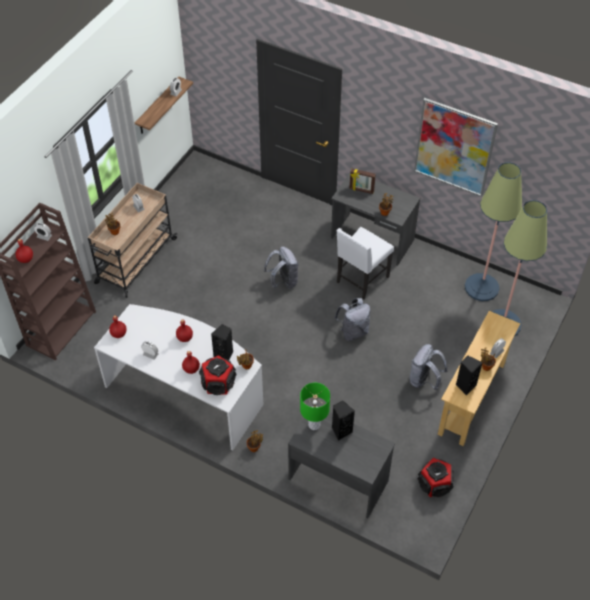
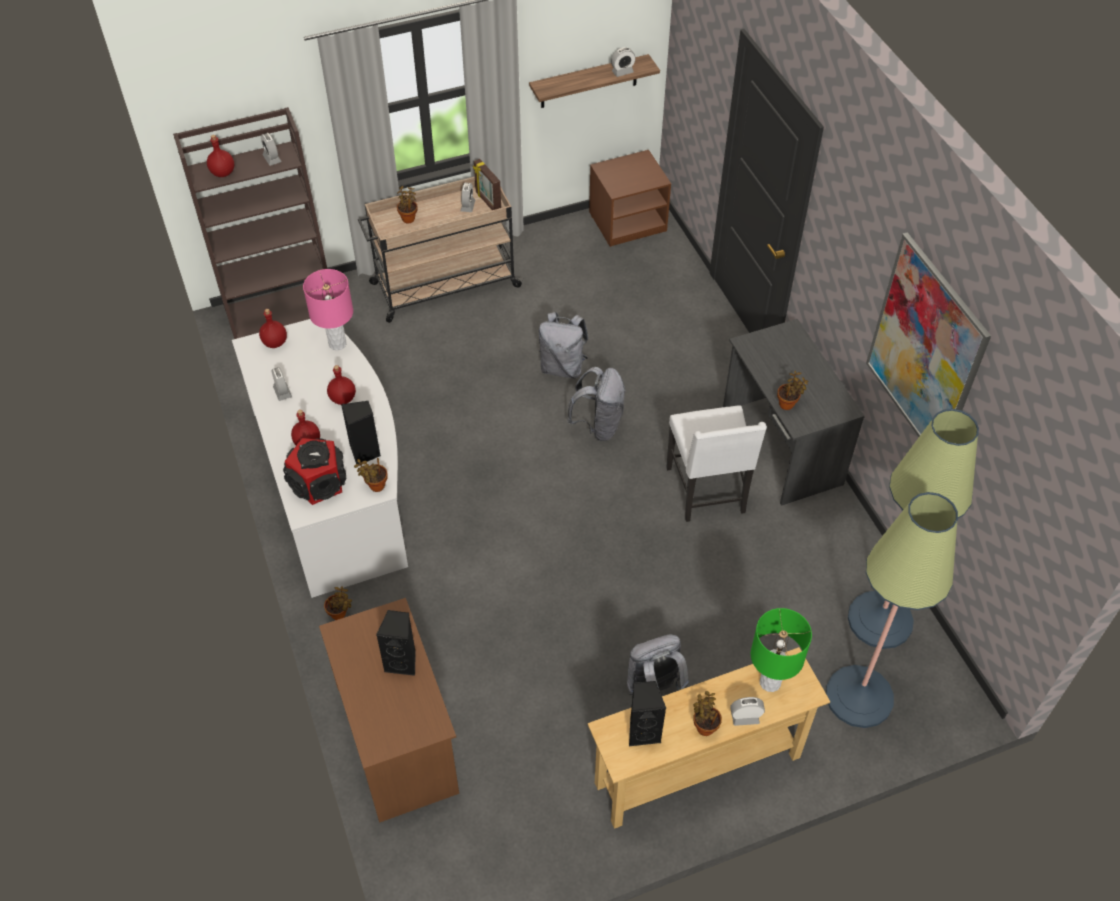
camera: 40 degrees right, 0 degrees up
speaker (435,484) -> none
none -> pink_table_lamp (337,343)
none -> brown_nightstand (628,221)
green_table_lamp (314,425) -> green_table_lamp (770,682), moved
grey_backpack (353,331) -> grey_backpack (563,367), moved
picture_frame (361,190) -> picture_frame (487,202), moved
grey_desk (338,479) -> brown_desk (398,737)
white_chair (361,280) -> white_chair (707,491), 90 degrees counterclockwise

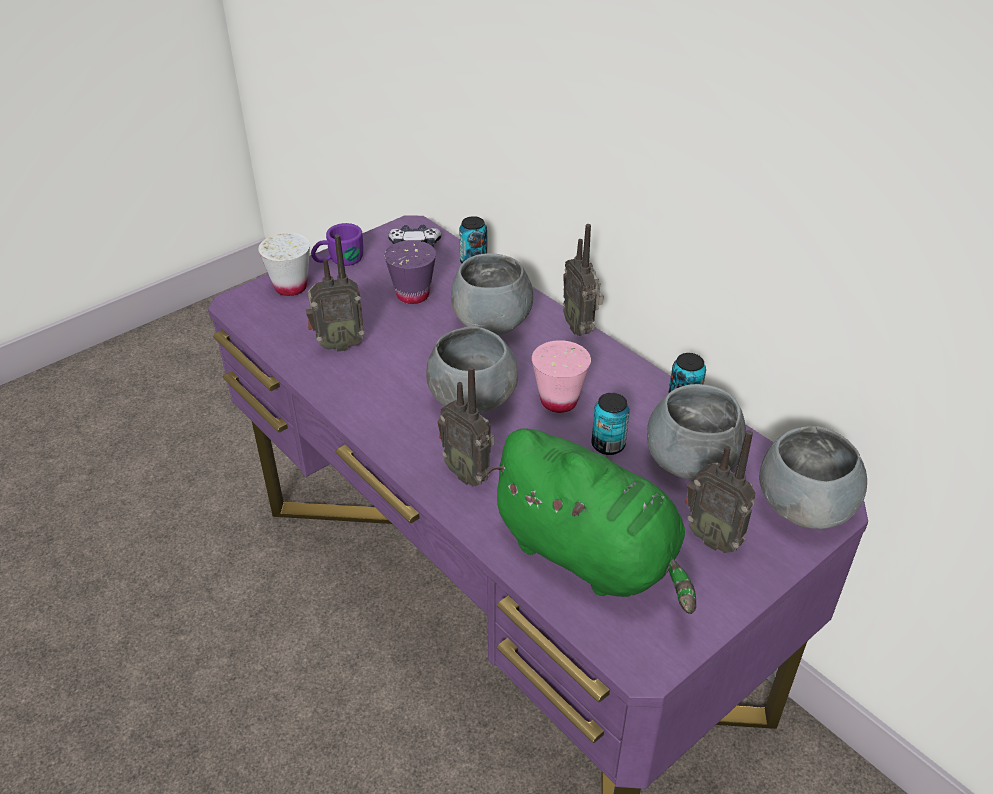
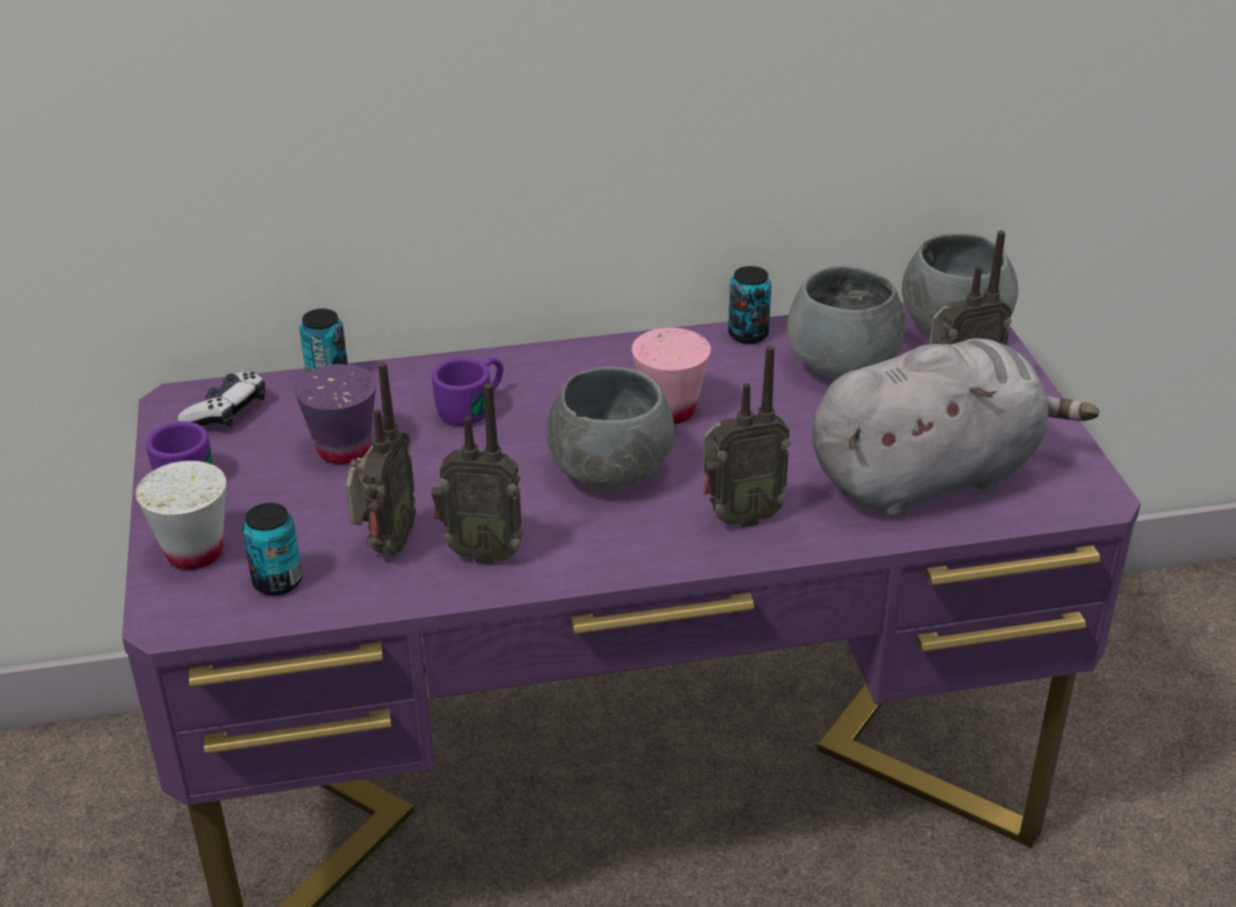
camera: 60 degrees left, 5 degrees down
radio (580,327) -> radio (482,552), moved
can (608,445) -> can (277,582), moved
grey_bowl (492,322) -> purple_mug (474,407)
green_plush_toy (591,555) -> grey_plush_toy (931,477)

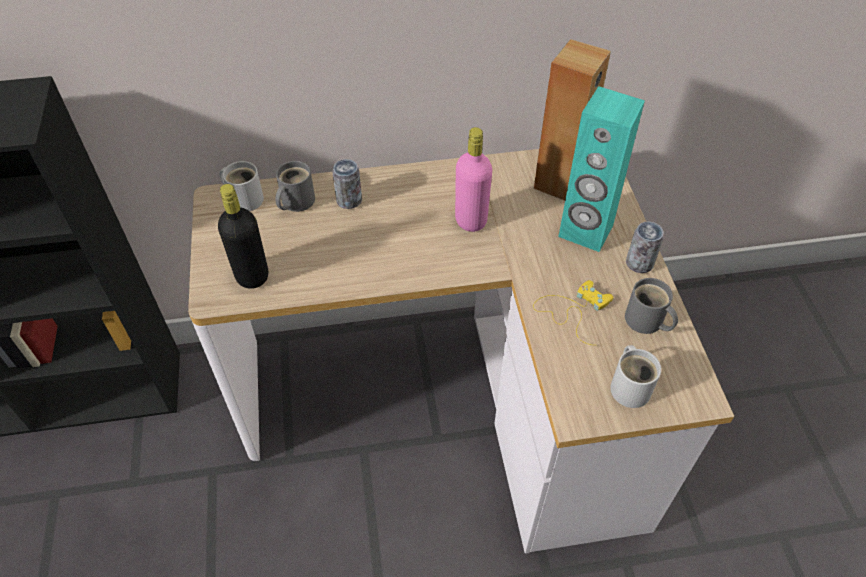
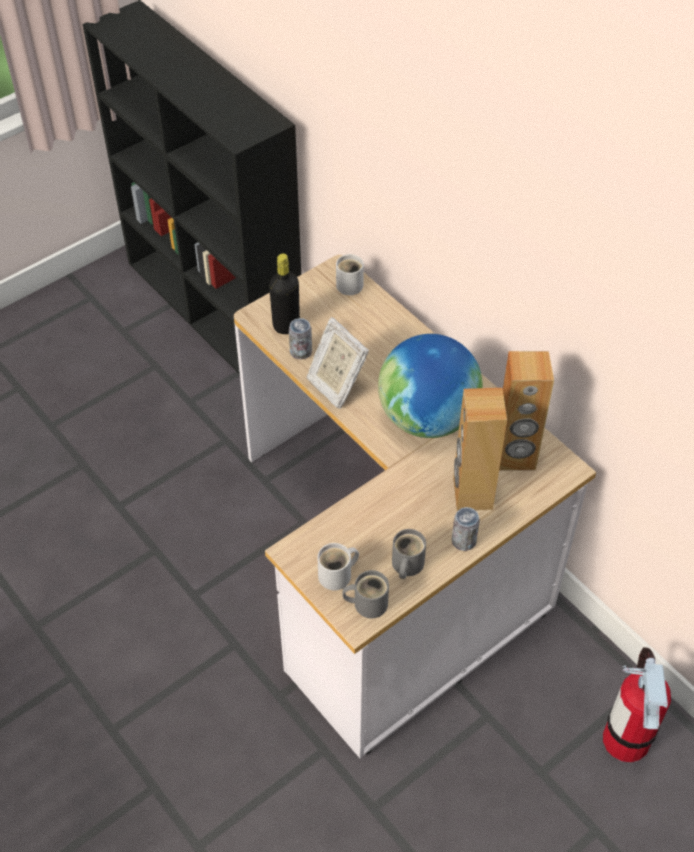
camera: 60 degrees right, 0 degrees up
yellow_game_controller (572,310) -> none
none -> picture_frame (335,385)
none -> fire_extinguisher (625,739)
grey_mug (295,201) -> grey_mug (367,602), moved
can (349,200) -> can (301,352), moved
pink_bottle (471,220) -> globe (428,418)
turquoise_speaker (585,231) -> brown_speaker (471,494)

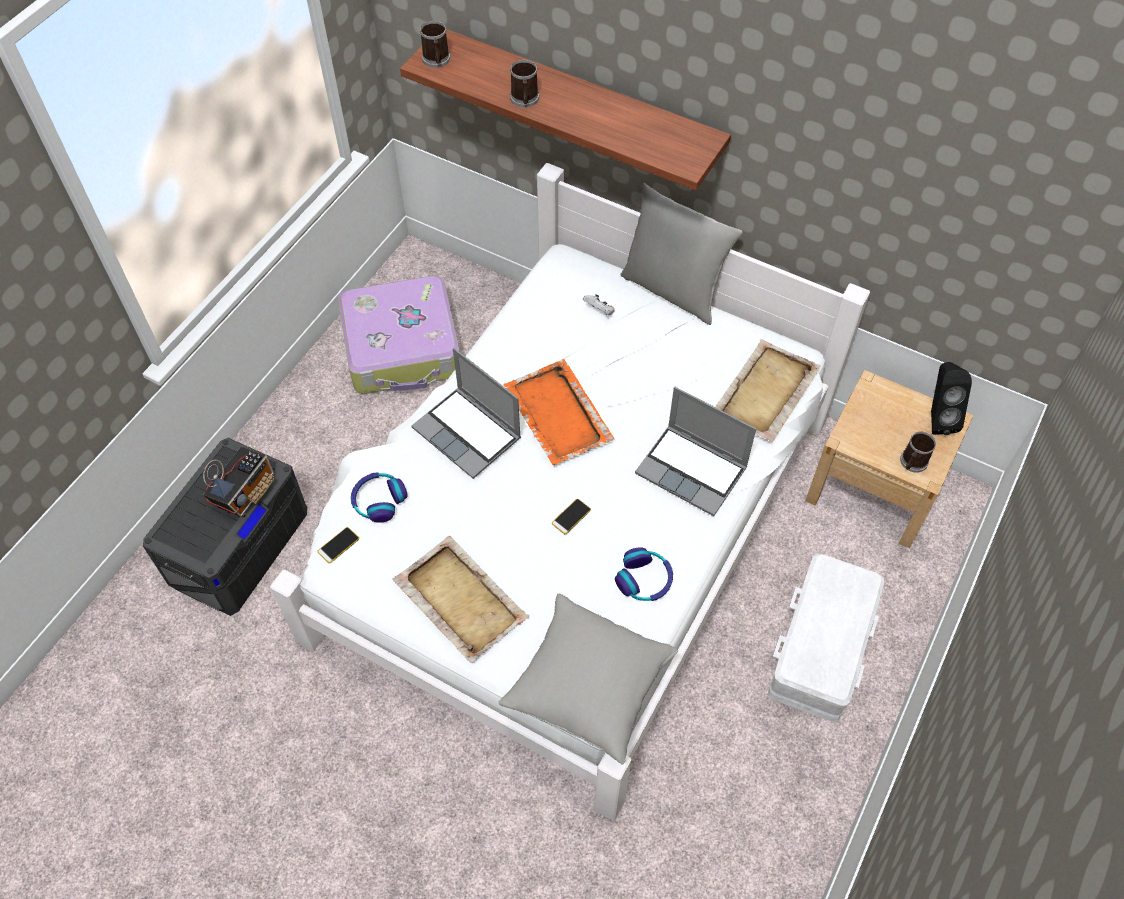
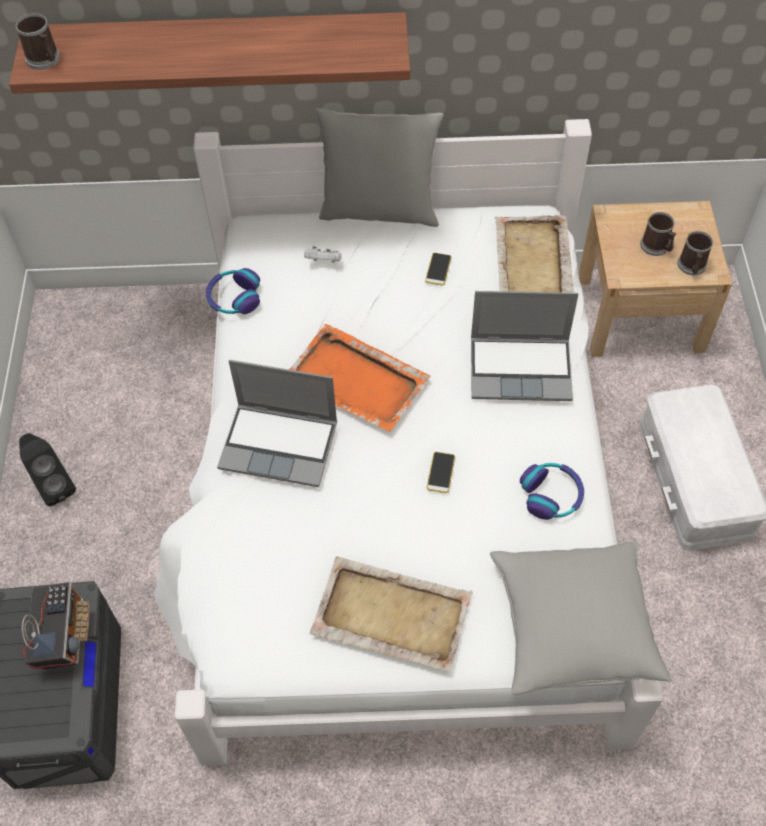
camera: 30 degrees left, 0 degrees up
suitcase (403,348) -> none
phone (338,545) -> phone (438,269), moved
headphones (379,500) -> headphones (234,298), moved
mug (524,100) -> mug (657,247), moved
black_speaker (937,418) -> black_speaker (53,486), moved

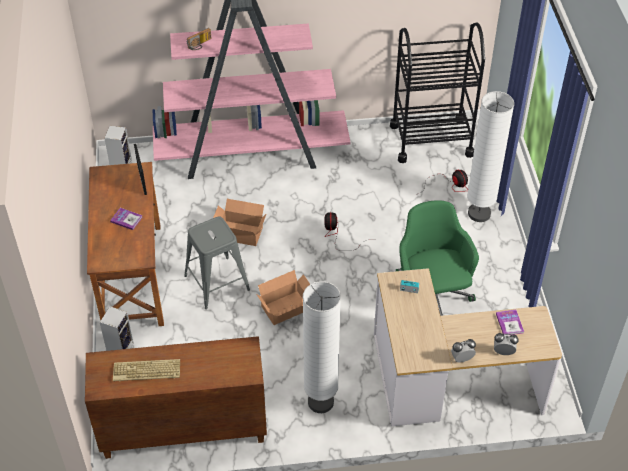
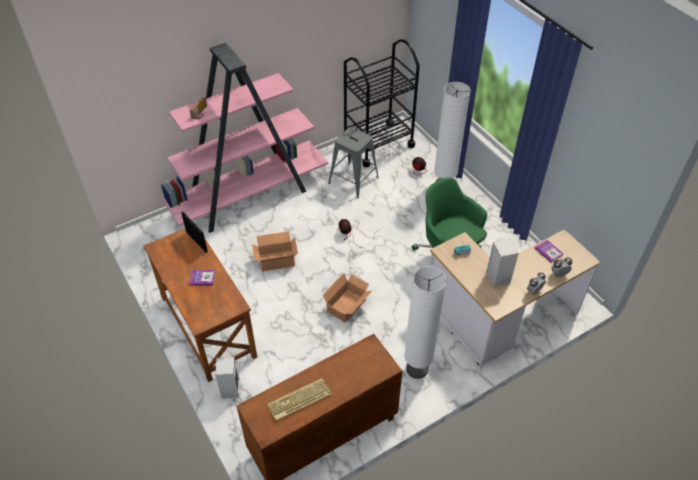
camera: 25 degrees left, 0 degrees up
speaker (121,164) -> speaker (497,277), moved
grey_stool (216,282) -> grey_stool (353,180), moved

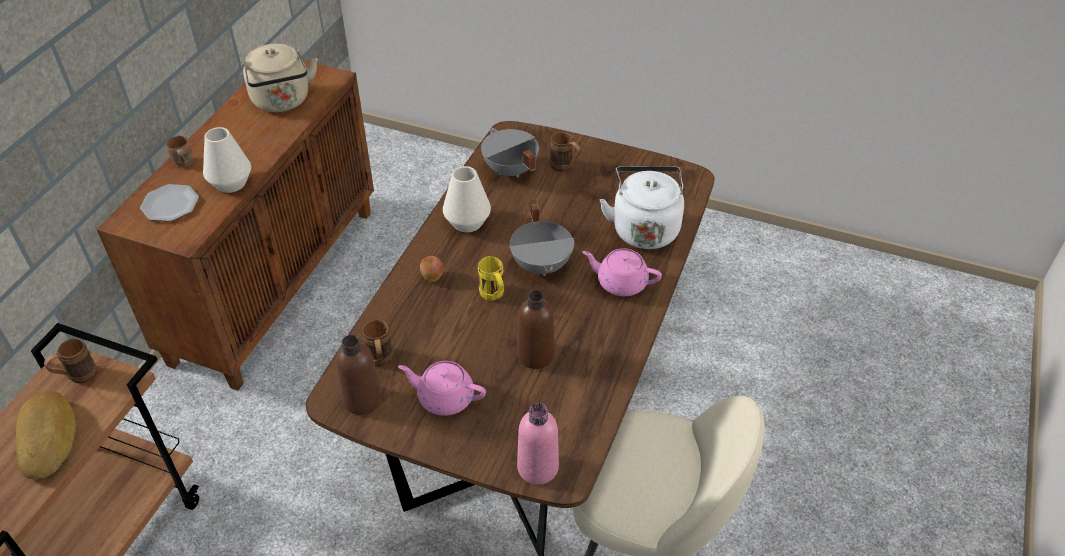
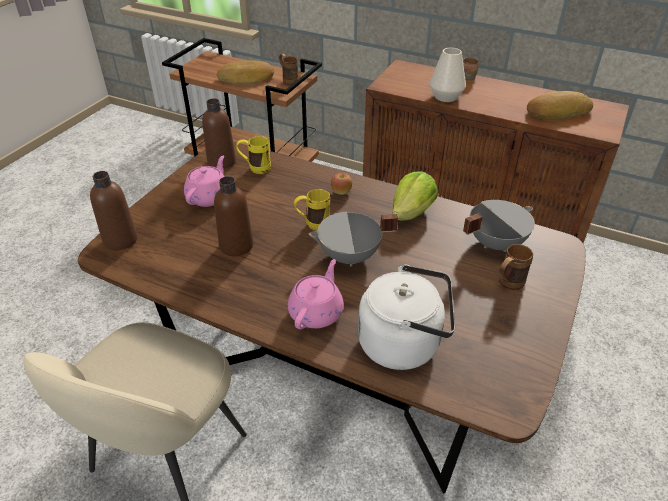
camera: 95 degrees right, 5 degrees down
plate (170,204) -> none
beige_kettle (282,102) -> bread (556,111)
white_vase (467,222) -> lettuce (412,212)
brown_mug (380,361) -> yellow_mug (255,168)
pink_bottle (538,467) -> brown_bottle (120,240)

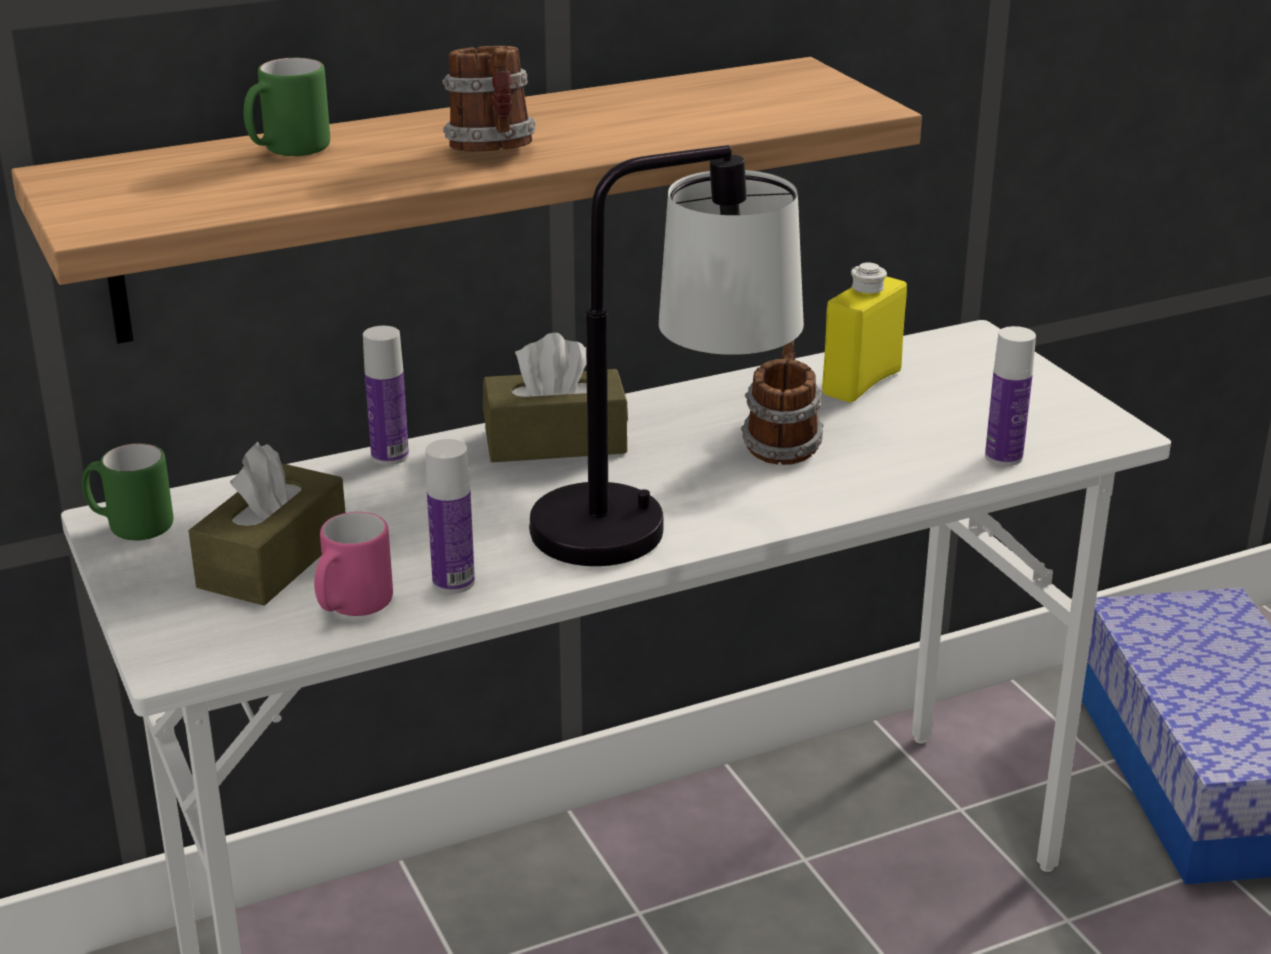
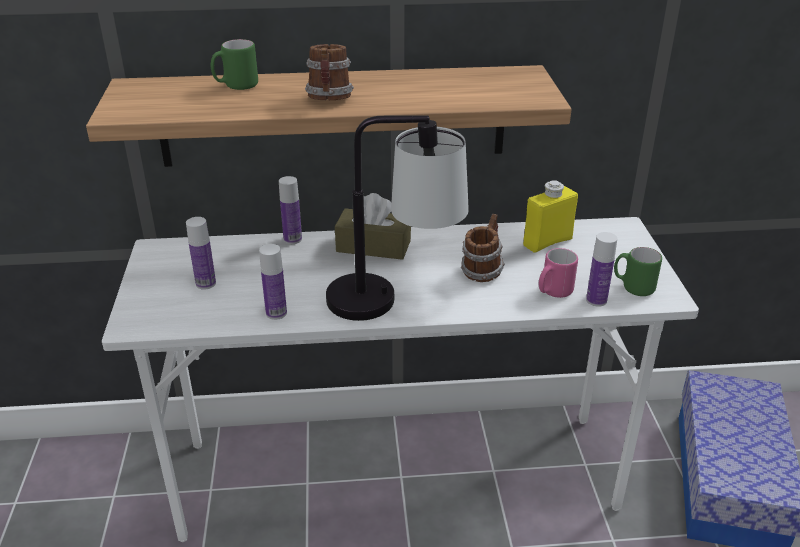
camera: 20 degrees right, 5 degrees up
green_mug (130,527) -> green_mug (633,287), moved
pink_mug (351,607) -> pink_mug (553,292), moved
brown_tissue_box (273,560) -> bottle (206,283)

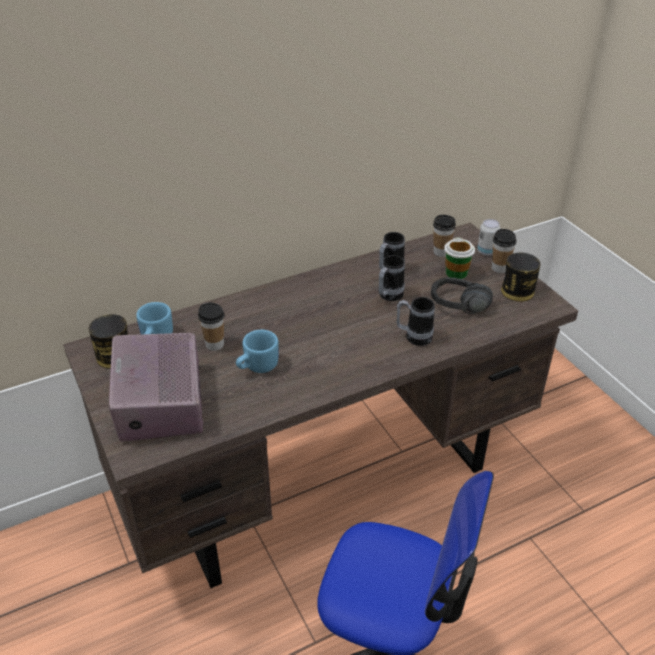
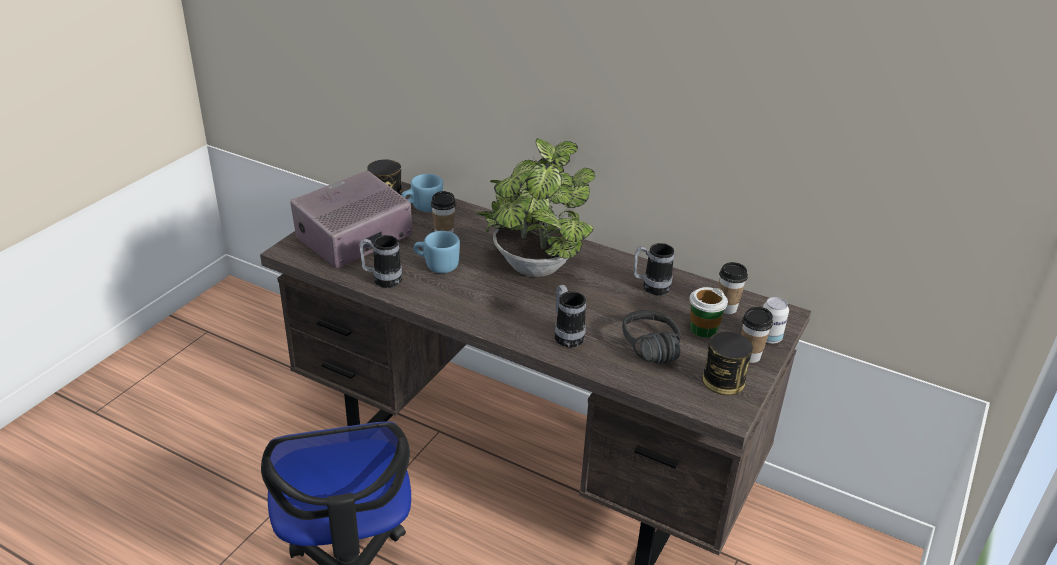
camera: 55 degrees right, 5 degrees down
none -> potted_plant (533,269)
mug (388,297) -> mug (382,280), moved

